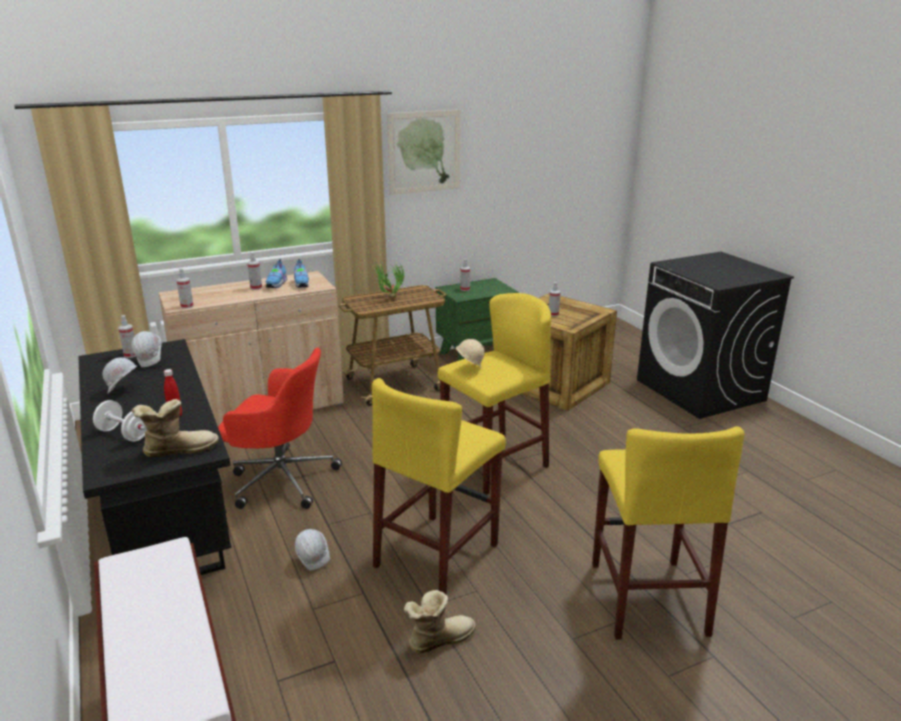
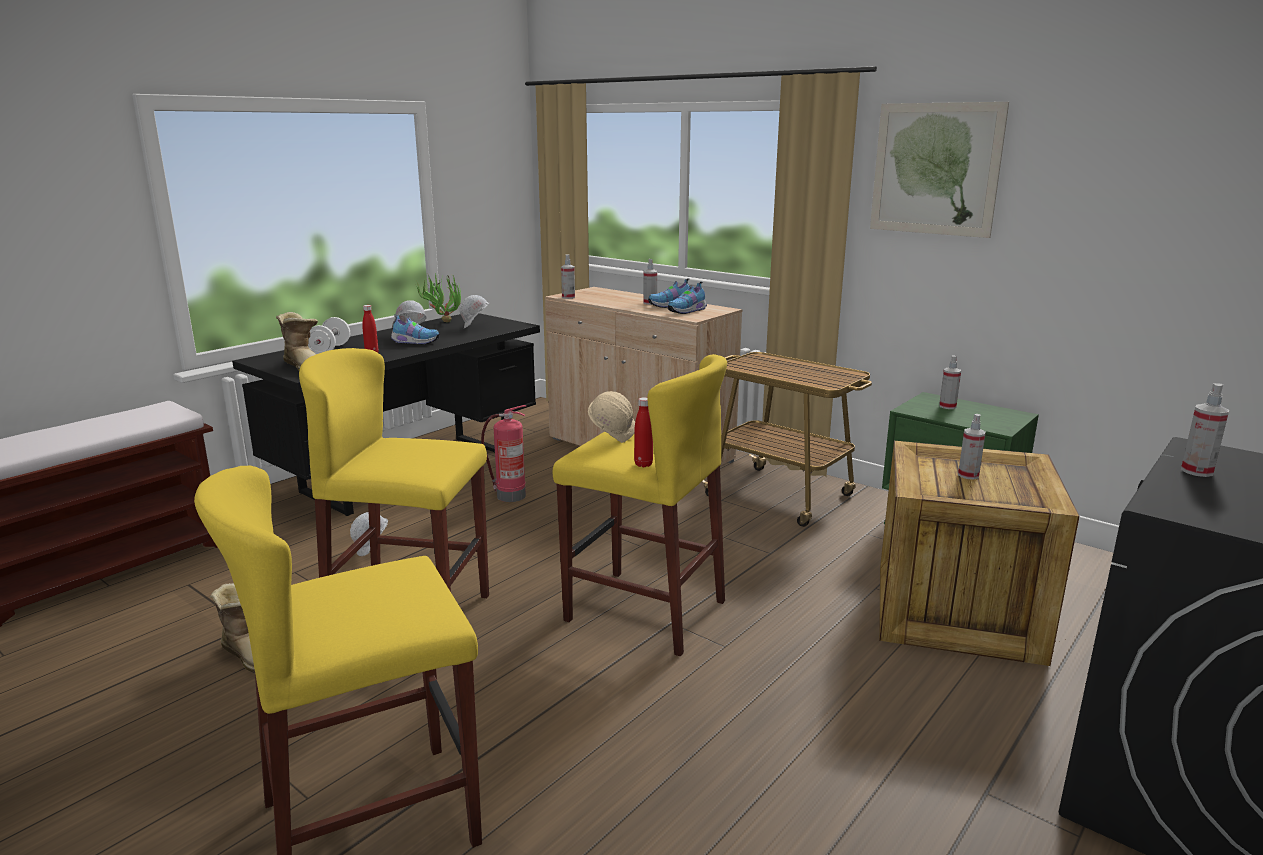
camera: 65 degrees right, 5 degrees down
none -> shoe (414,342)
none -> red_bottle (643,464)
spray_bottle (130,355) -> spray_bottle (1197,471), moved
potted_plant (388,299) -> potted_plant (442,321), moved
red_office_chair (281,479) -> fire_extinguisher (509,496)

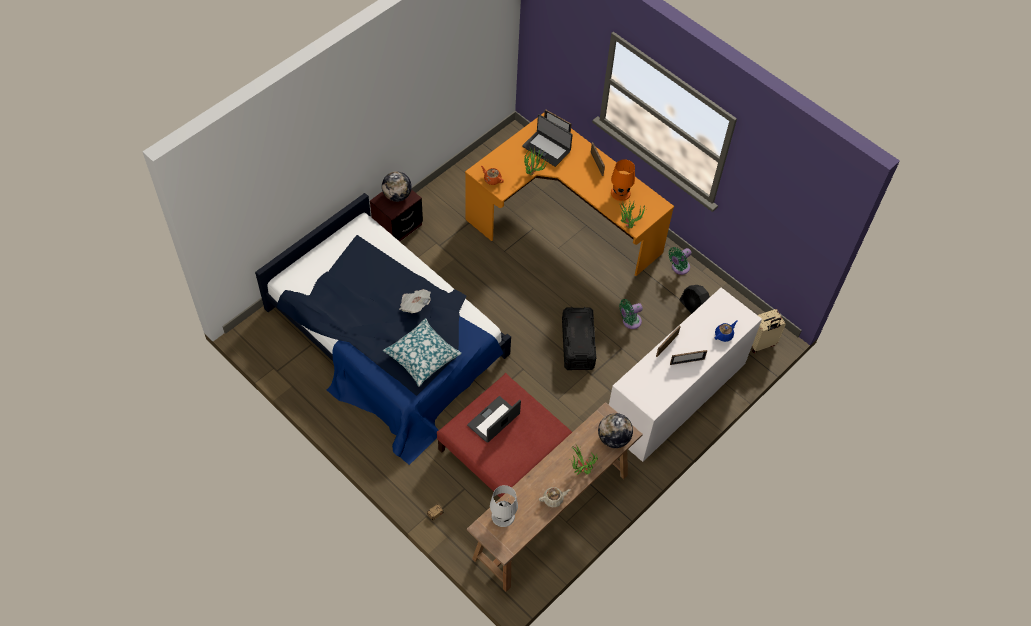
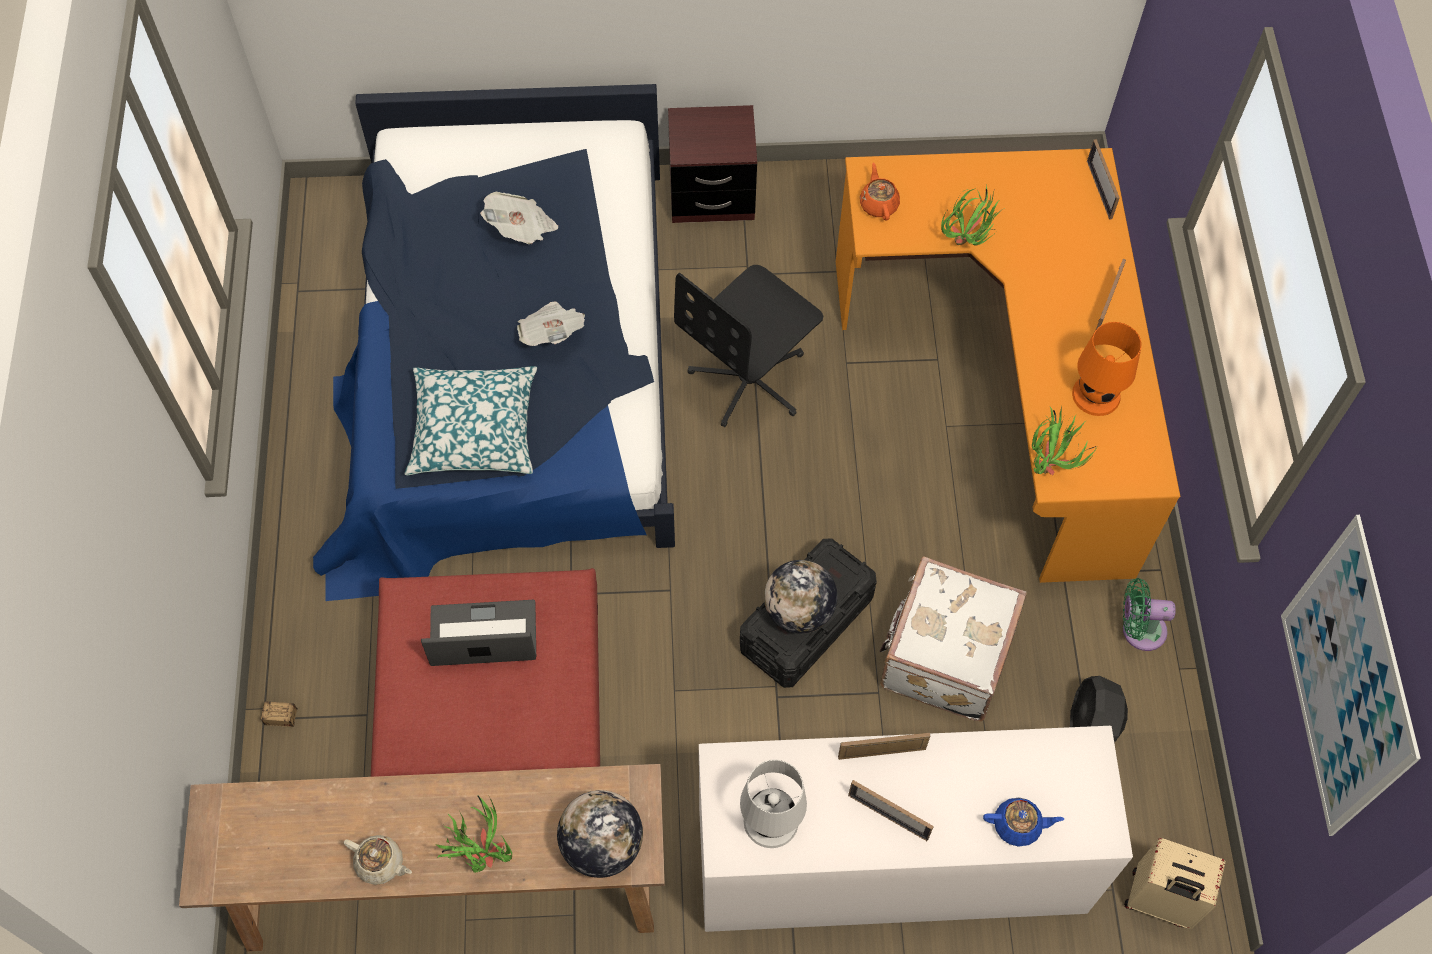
camera: 45 degrees right, 5 degrees up
laptop (546,148) -> none
none -> newspaper (521,229)
none -> black_office_chair (750,379)
none -> picture (1345,680)
globe (397,195) -> globe (799,611), moved
white_table_lamp (503,515) -> white_table_lamp (771,820), moved
green_fan (629,321) -> white_suitcase (943,656)

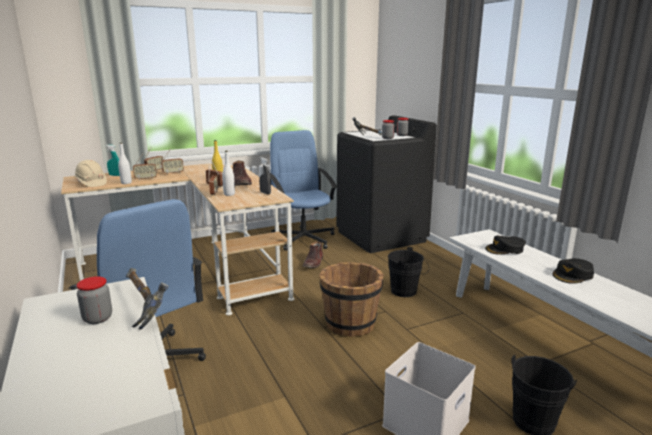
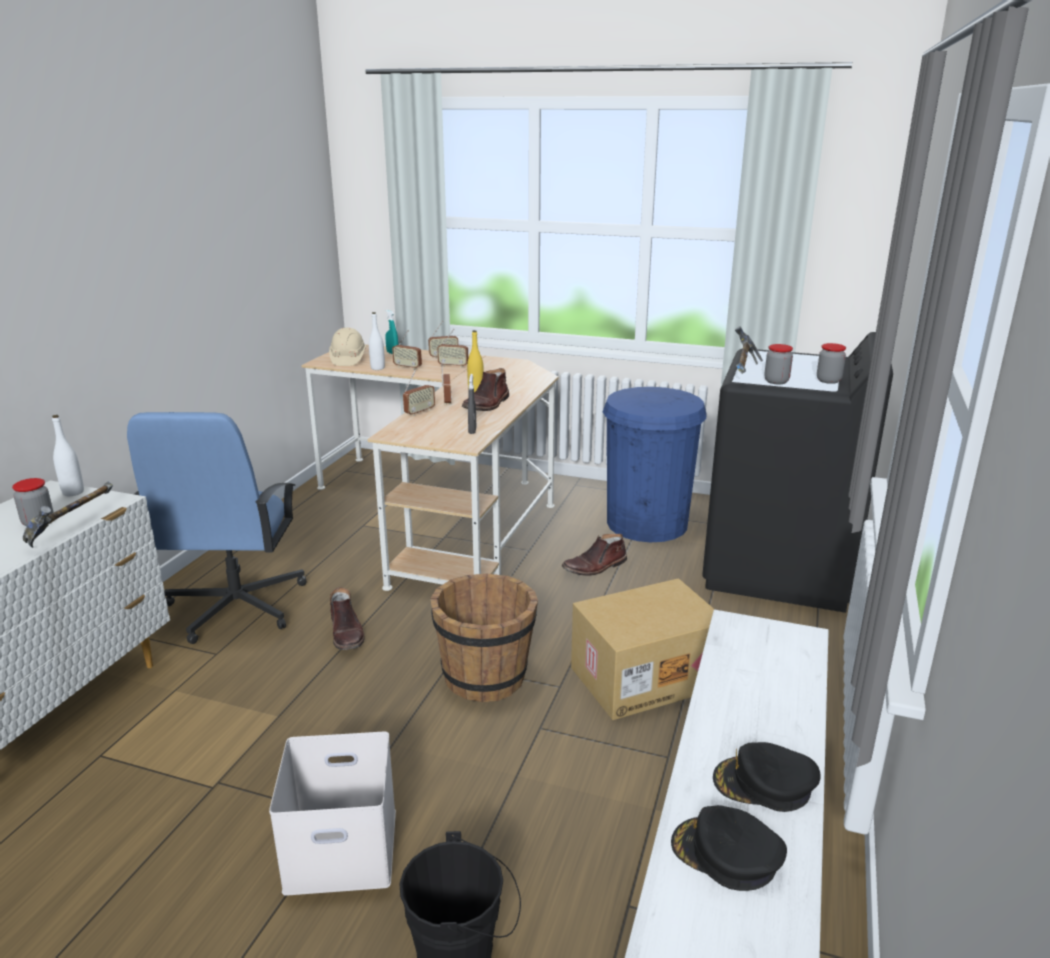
camera: 45 degrees right, 5 degrees up
none -> brown_boot (347,633)
white_bottle (229,194) -> white_bottle (73,492), moved
black_cap (505,249) -> black_cap (726,855), moved
blue_office_chair (303,239) -> blue_trash_can (647,523)
black_bucket (406,291) -> cardboard_box (644,676)

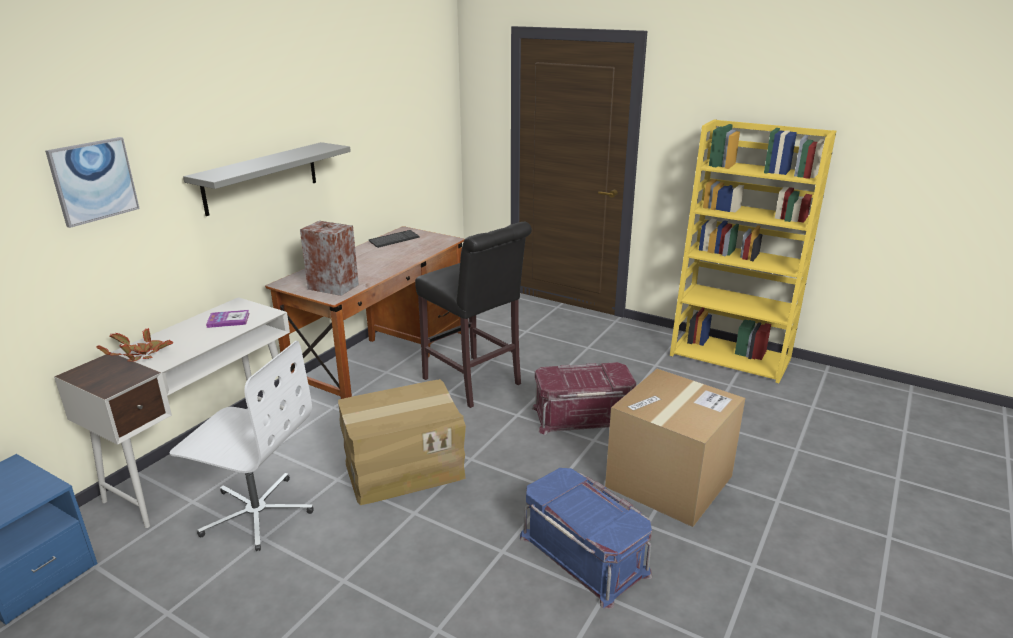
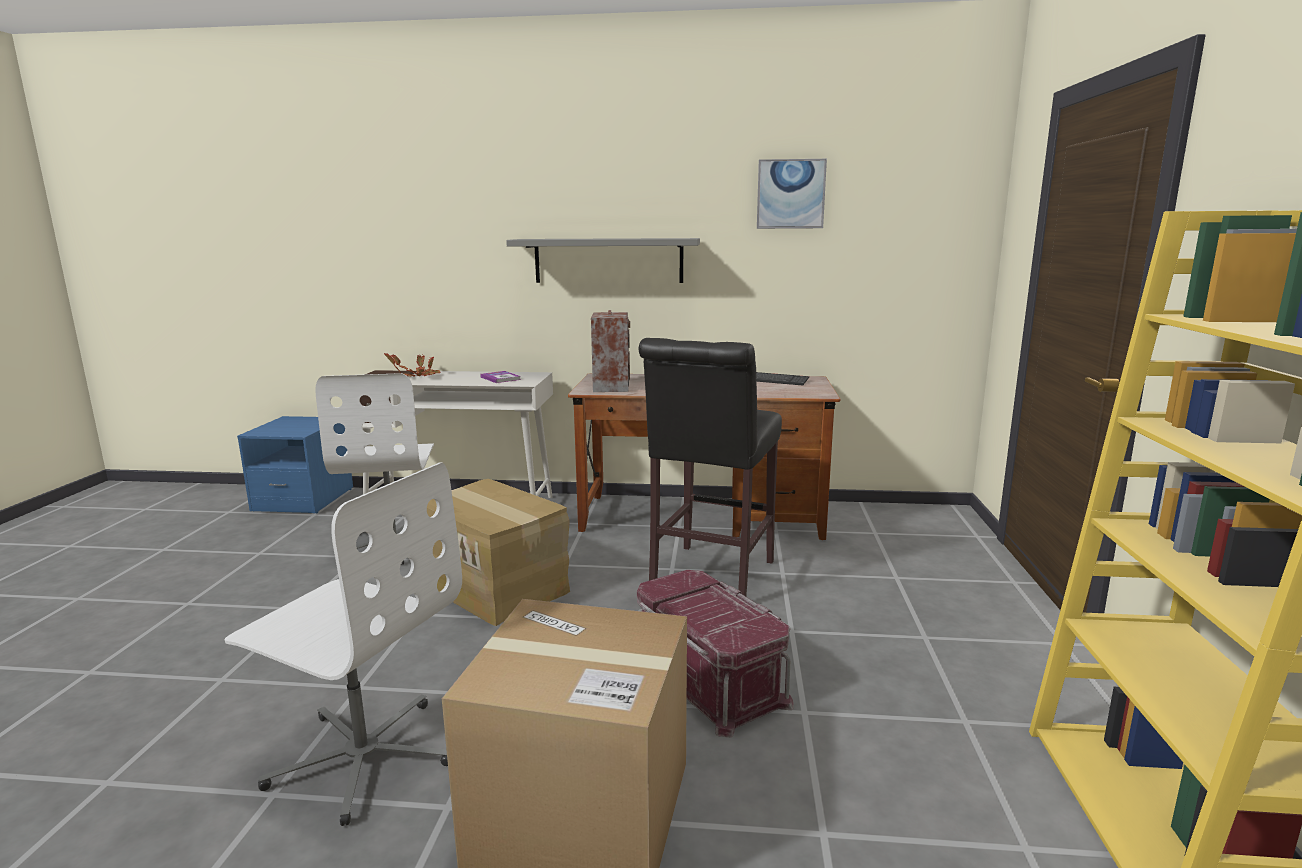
camera: 65 degrees right, 10 degrees down
picture (93,181) -> picture (790,194), moved
blue_storage_box (585,554) -> white_office_chair (363,756)

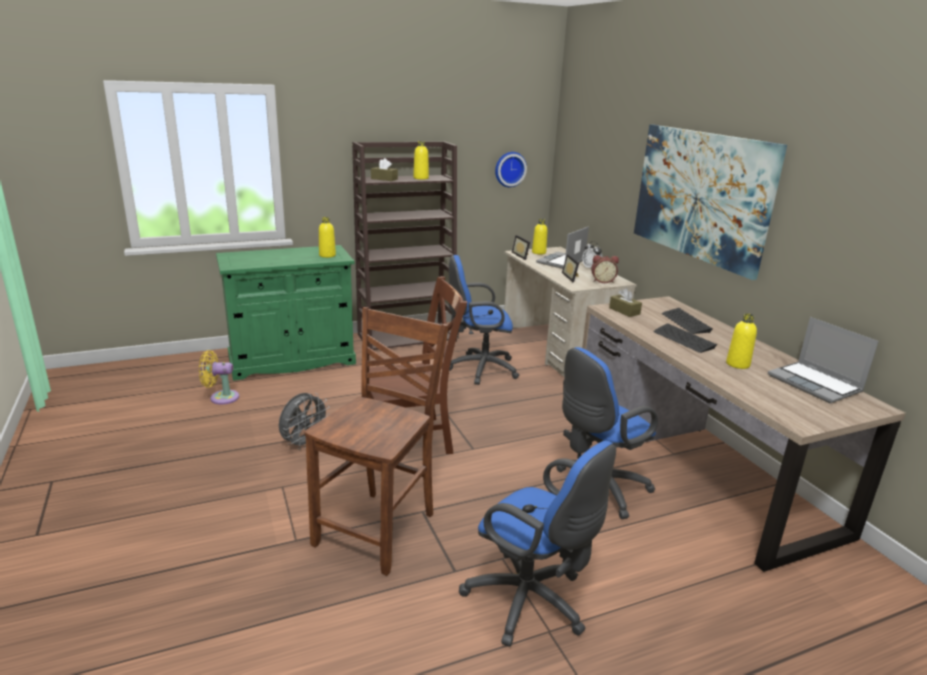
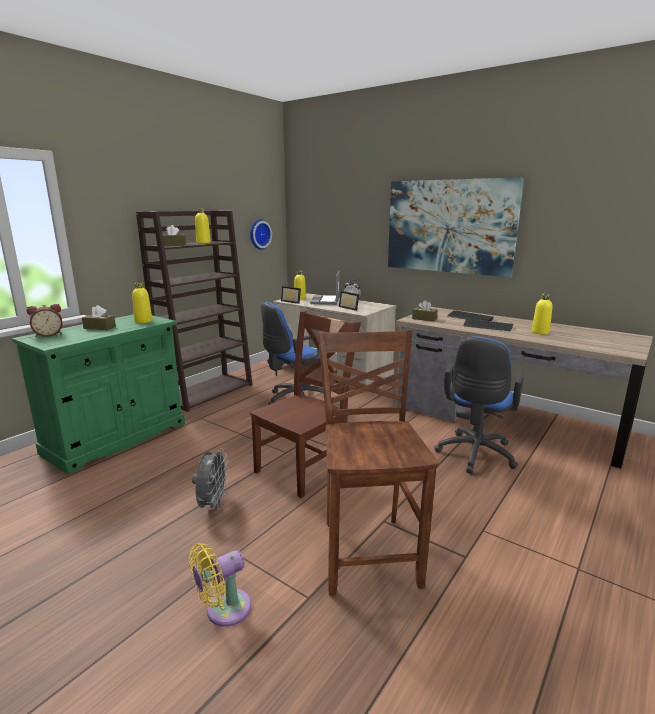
camera: 30 degrees left, 5 degrees down
blue_office_chair (531,603) -> none
laptop (815,384) -> none
none -> brown_tissue_box (99,327)
yellow_fan (221,397) -> yellow_fan (224,610), moved
alarm_clock (602,281) -> alarm_clock (48,334), moved

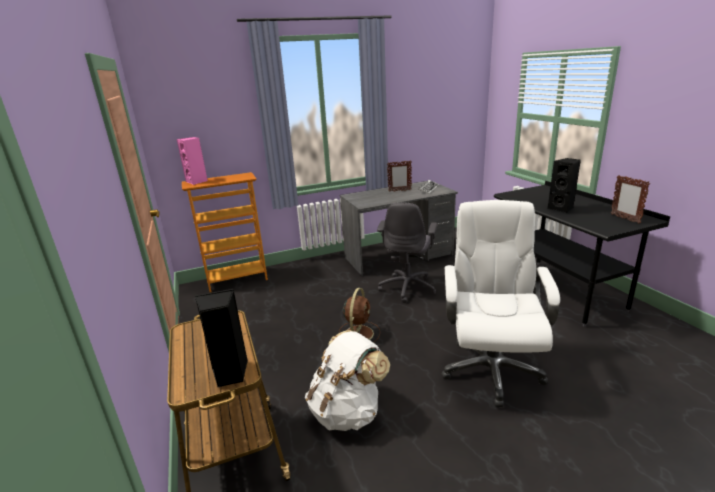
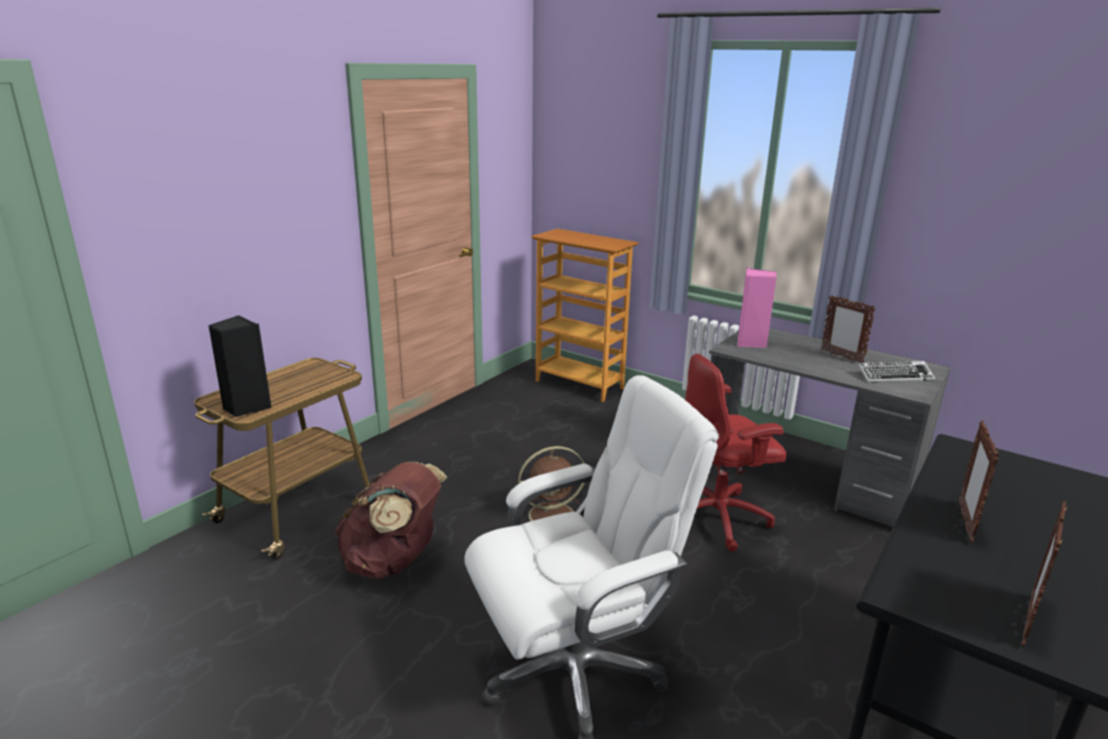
camera: 55 degrees right, 0 degrees up
pink_speaker (197,181) -> pink_speaker (751,343), moved
black_speaker (562,209) -> picture_frame (965,522)
white_backpack (348,411) -> brown_backpack (394,561)
grey_office_chair (407,287) -> red_office_chair (718,518)

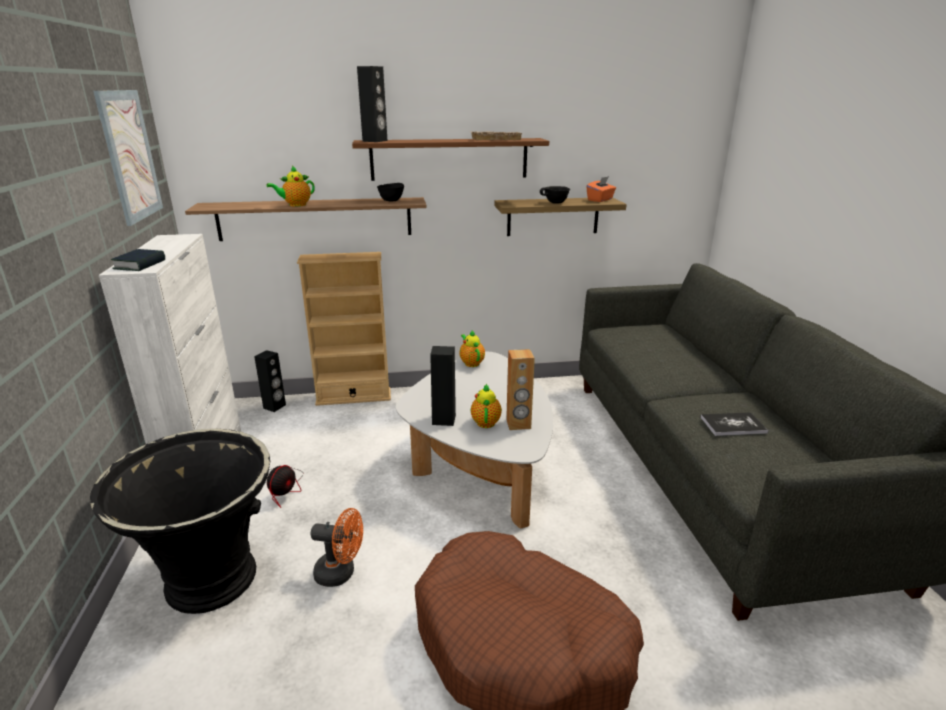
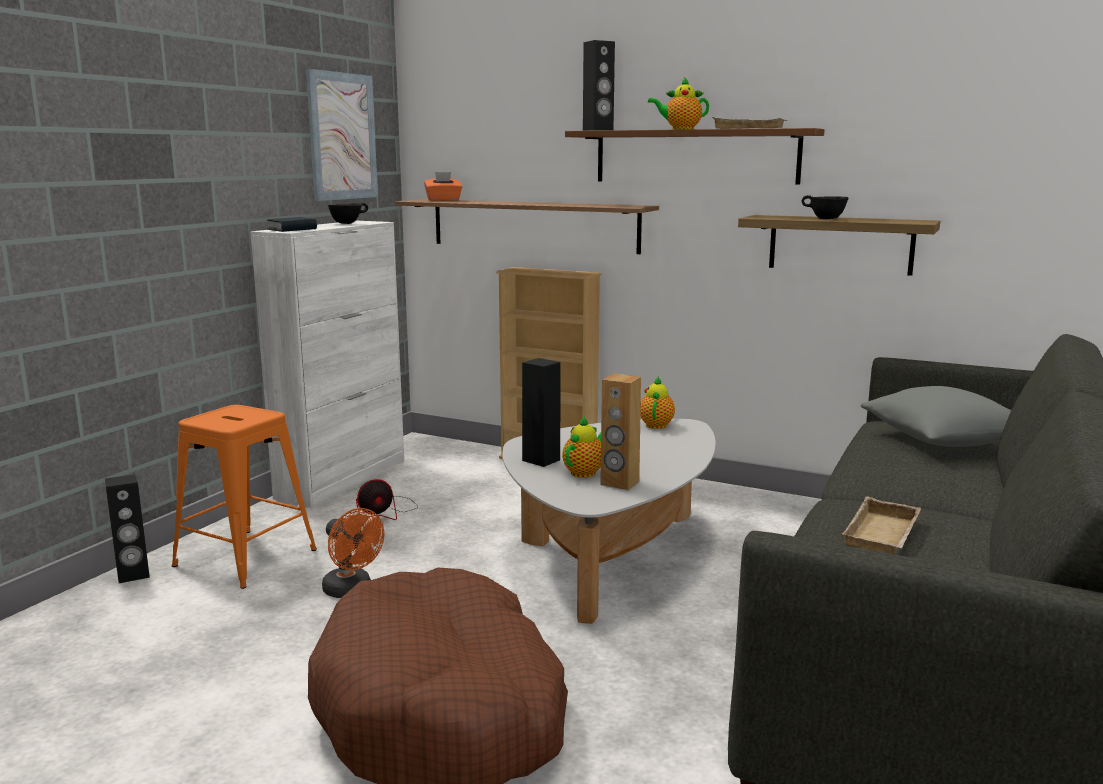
camera: 35 degrees right, 10 degrees down
none -> grey_pillow (942,442)
black_speaker (275,406) -> black_speaker (133,575), moved
teapot (295,205) -> teapot (680,129), moved
black_bowl (391,201) -> black_bowl (346,223), moved
orange_tissue_box (600,200) -> orange_tissue_box (443,200), moved
black_planter (211,581) -> orange_stool (246,558)
book (733,425) -> beige_tray (884,535)

